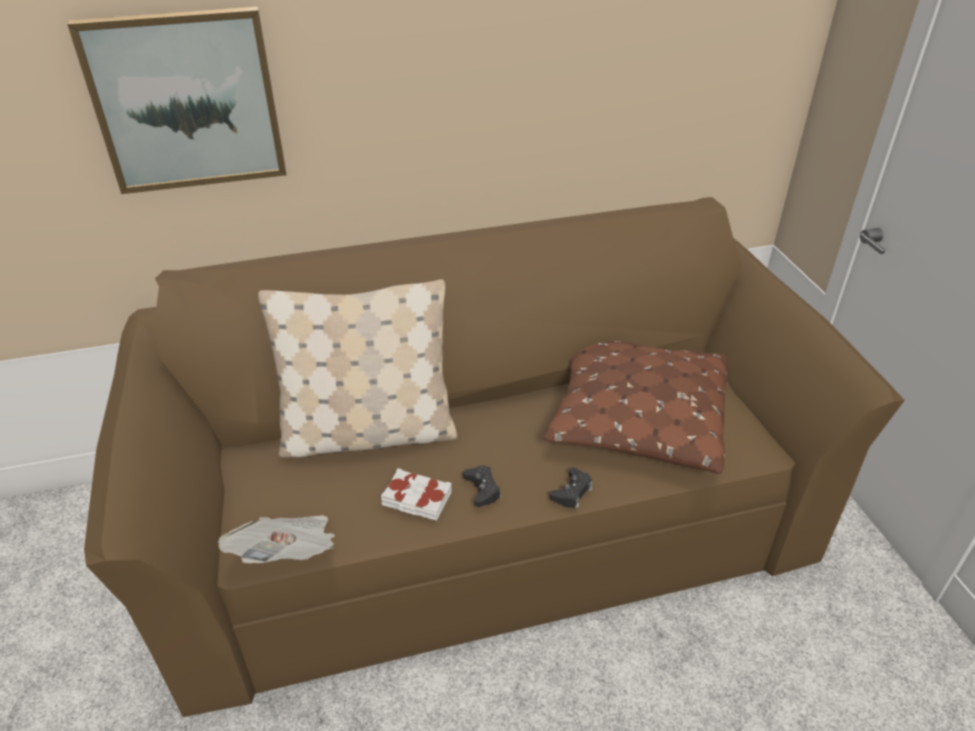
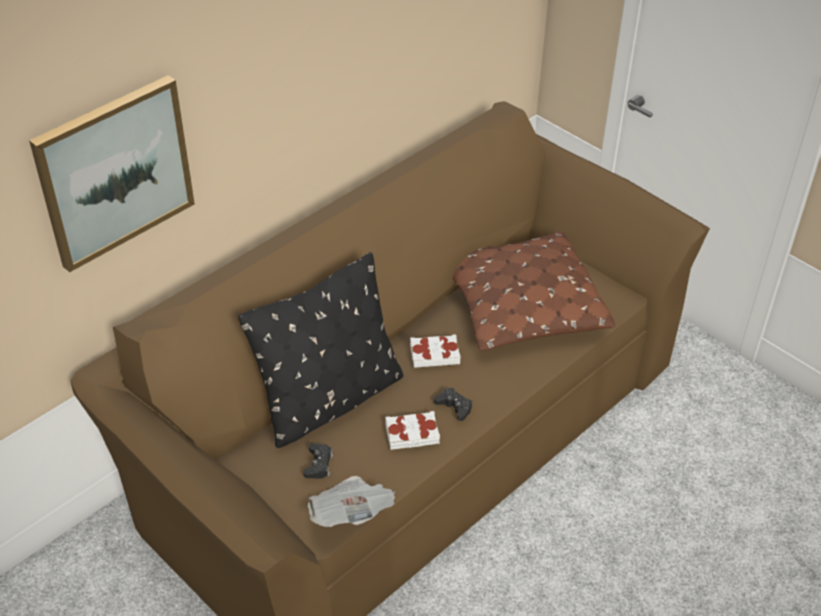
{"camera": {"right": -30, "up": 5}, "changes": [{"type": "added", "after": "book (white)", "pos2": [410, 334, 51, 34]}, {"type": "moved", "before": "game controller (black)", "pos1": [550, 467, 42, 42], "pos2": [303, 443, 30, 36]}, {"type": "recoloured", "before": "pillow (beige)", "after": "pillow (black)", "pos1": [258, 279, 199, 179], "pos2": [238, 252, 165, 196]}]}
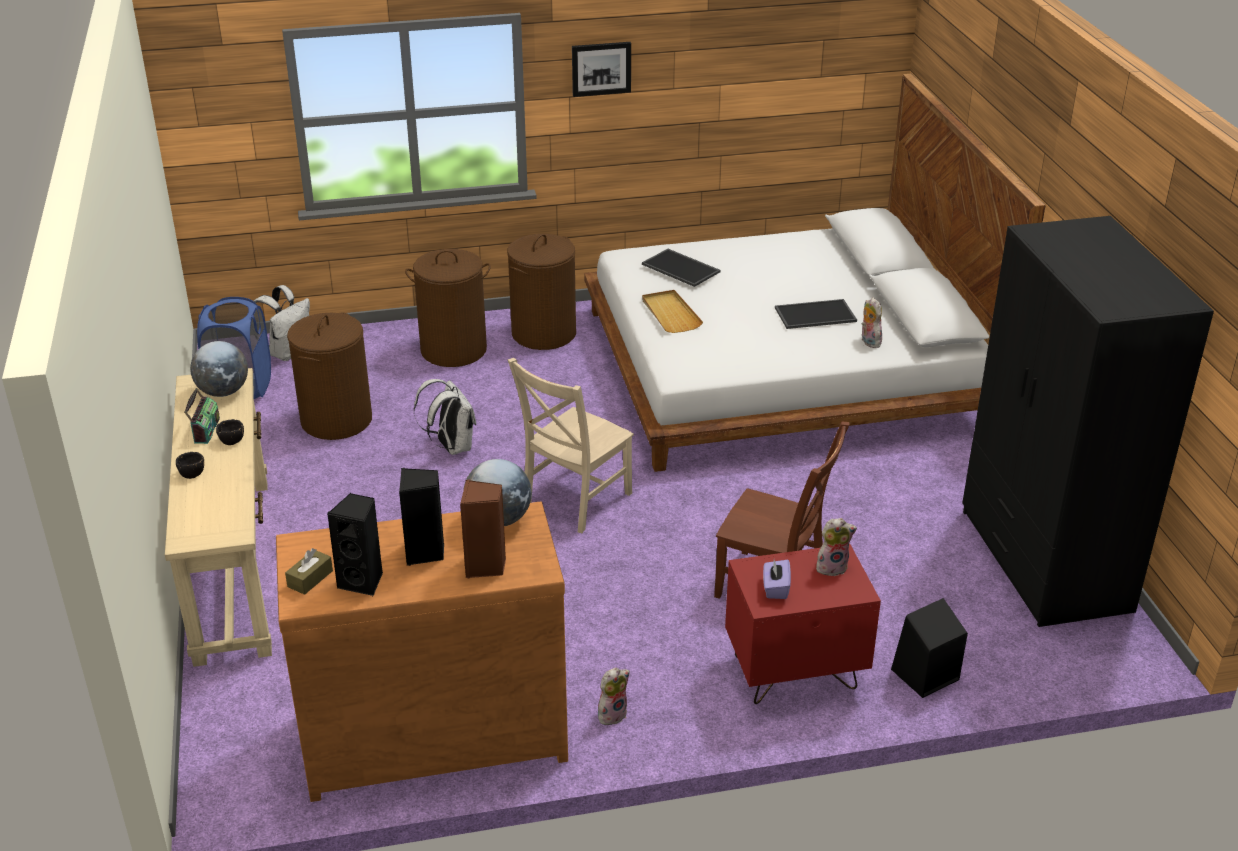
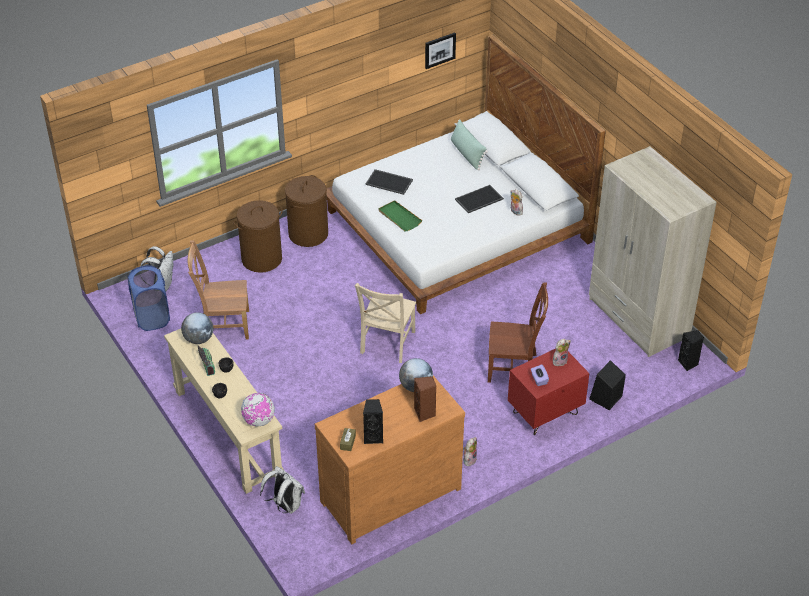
{"camera": {"right": -20, "up": 10}, "changes": [{"type": "added", "after": "globe", "pos2": [241, 393, 34, 34]}, {"type": "added", "after": "pillow (green)", "pos2": [451, 120, 37, 50]}, {"type": "moved", "before": "speaker (black)", "pos1": [399, 468, 45, 98], "pos2": [678, 330, 26, 41]}, {"type": "moved", "before": "backpack (white)", "pos1": [414, 379, 62, 76], "pos2": [260, 466, 45, 48]}, {"type": "moved", "before": "picture", "pos1": [572, 42, 59, 55], "pos2": [425, 32, 31, 37]}, {"type": "replaced", "before": "laundry basket (brown)", "after": "chair (brown)", "pos1": [287, 312, 85, 128], "pos2": [188, 240, 61, 100]}, {"type": "recoloured", "before": "tray (beige)", "after": "tray (green)", "pos1": [642, 290, 61, 43], "pos2": [379, 200, 43, 32]}, {"type": "recoloured", "before": "wardrobe (black)", "after": "wardrobe (beige)", "pos1": [962, 216, 252, 411], "pos2": [589, 146, 128, 211]}]}
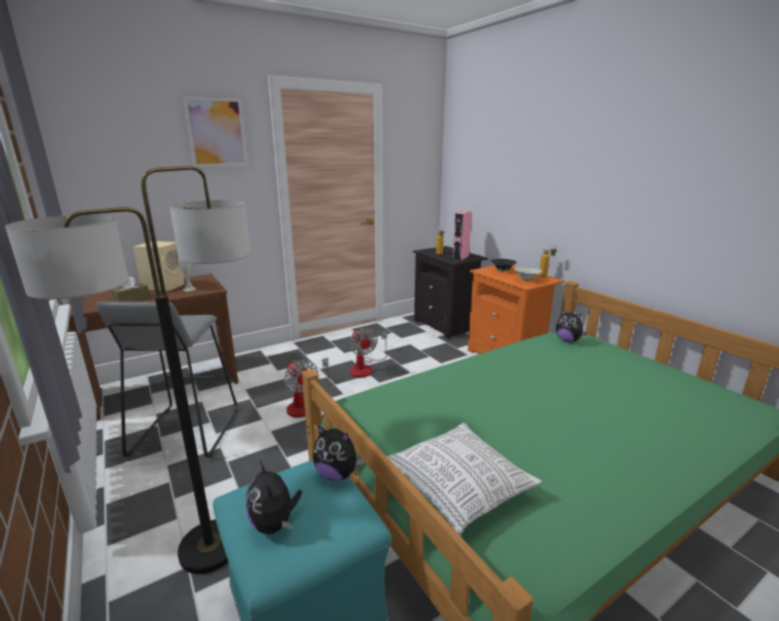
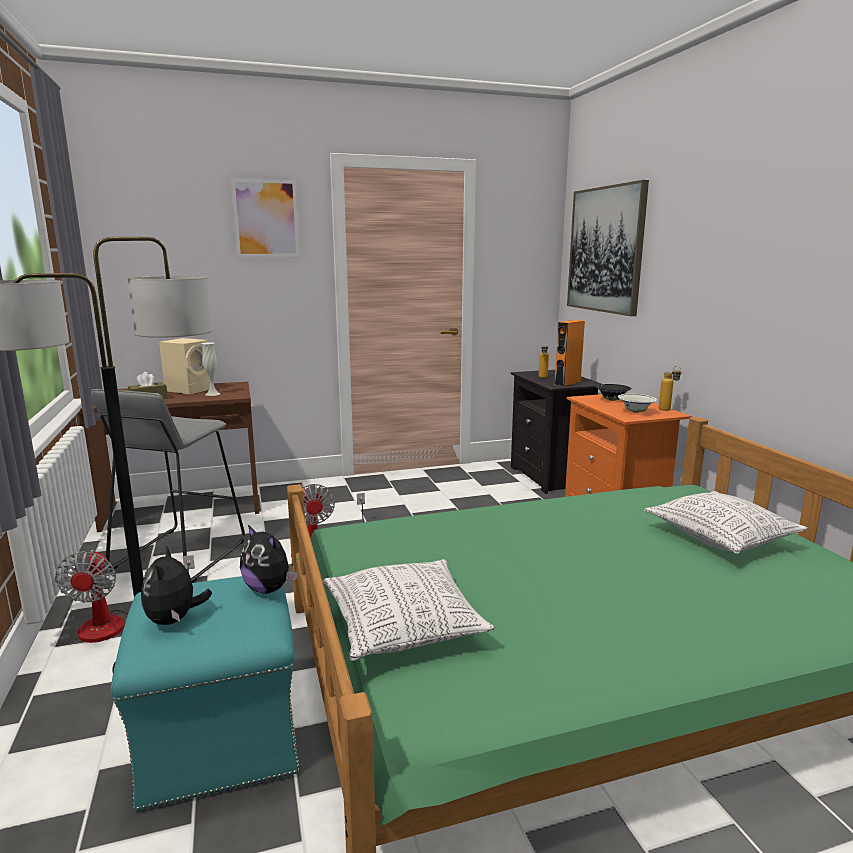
{"camera": {"right": 15, "up": -5}, "changes": [{"type": "removed", "before": "plush toy", "pos1": [556, 309, 31, 33]}, {"type": "added", "after": "picture", "pos2": [567, 180, 82, 136]}, {"type": "added", "after": "pillow", "pos2": [644, 491, 164, 63]}, {"type": "moved", "before": "fan", "pos1": [349, 328, 38, 50], "pos2": [55, 550, 140, 93]}, {"type": "recoloured", "before": "speaker (pink)", "after": "speaker (orange)", "pos1": [453, 211, 19, 50], "pos2": [554, 320, 31, 67]}]}
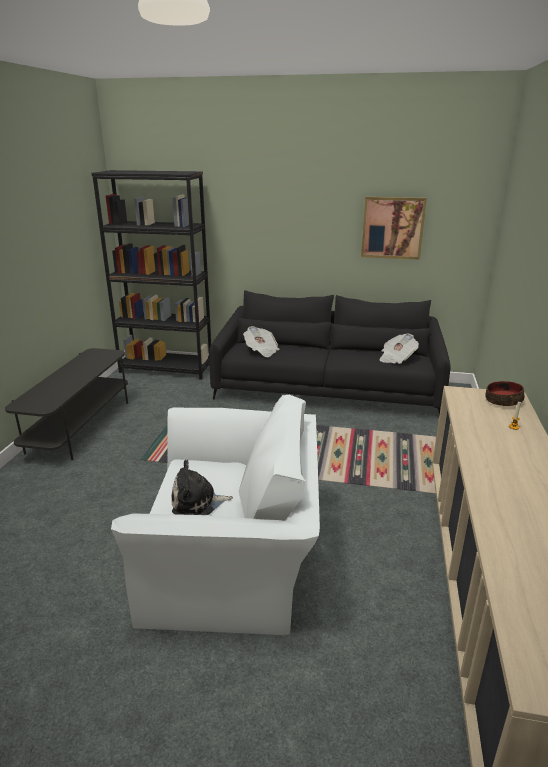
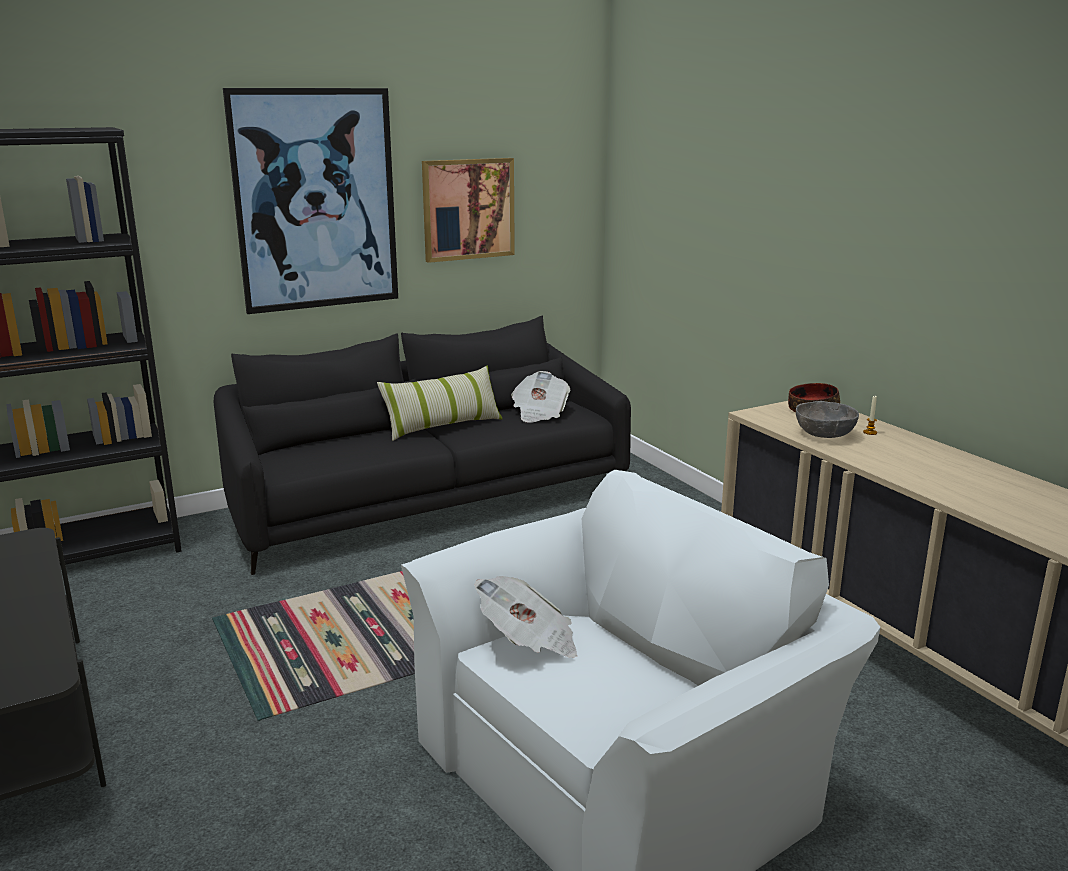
{"camera": {"right": -40, "up": -5}, "changes": [{"type": "removed", "before": "plush toy", "pos1": [171, 460, 62, 55]}, {"type": "added", "after": "picture", "pos2": [223, 88, 175, 226]}, {"type": "added", "after": "pillow", "pos2": [377, 366, 125, 75]}, {"type": "added", "after": "bowl (grey)", "pos2": [796, 401, 63, 37]}, {"type": "moved", "before": "newspaper", "pos1": [243, 326, 36, 31], "pos2": [474, 576, 103, 82]}]}
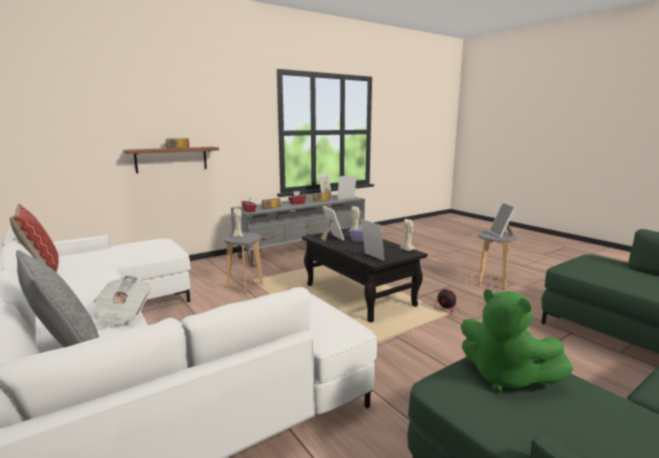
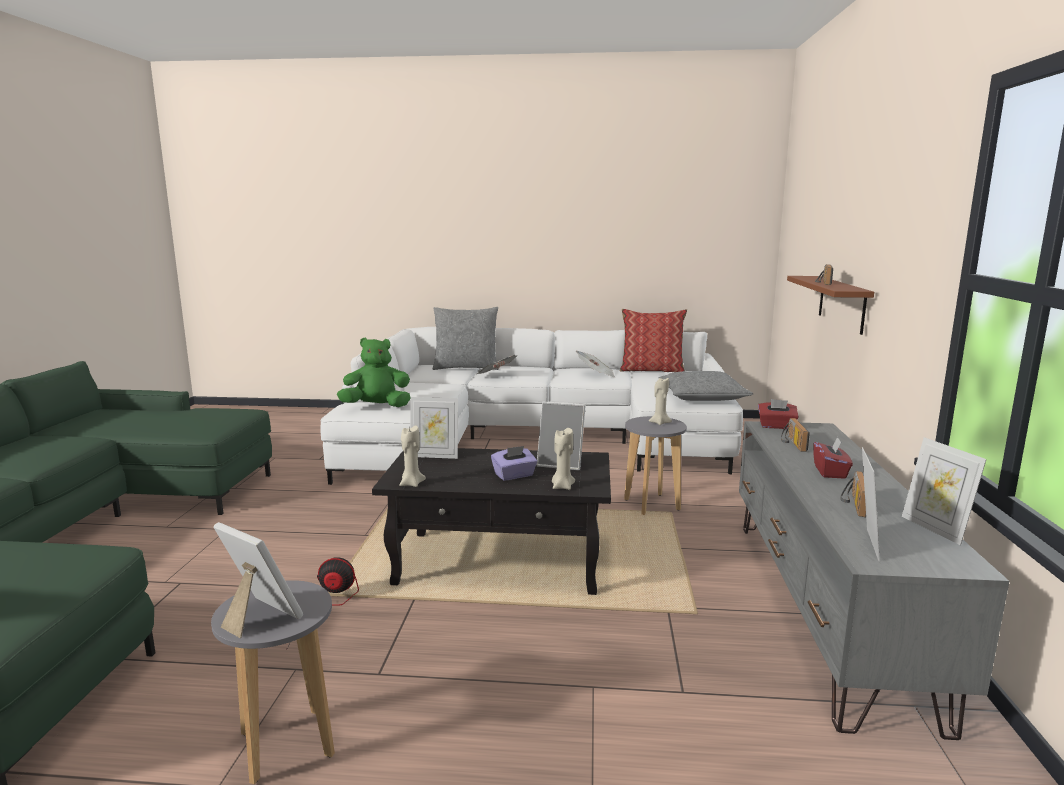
{"camera": {"right": 130, "up": 0}, "changes": [{"type": "added", "after": "newspaper", "pos2": [576, 351, 39, 26]}, {"type": "added", "after": "pillow (grey)", "pos2": [659, 371, 94, 30]}, {"type": "moved", "before": "plush toy (green)", "pos1": [461, 289, 112, 103], "pos2": [337, 338, 74, 69]}]}
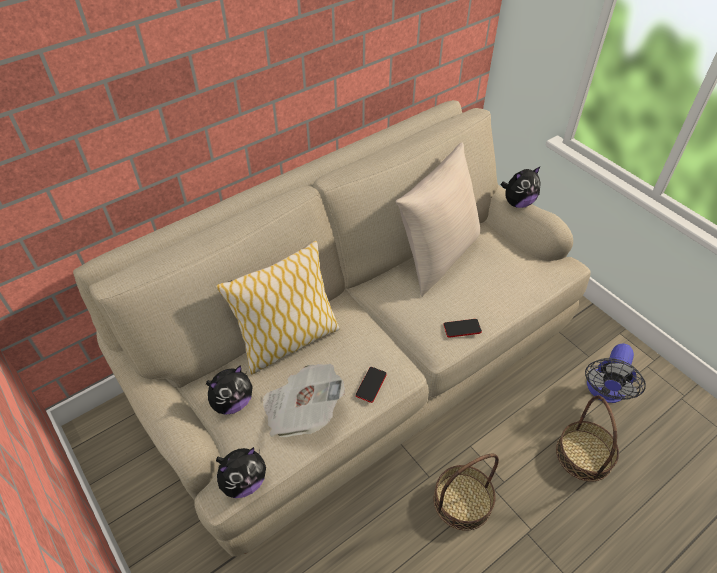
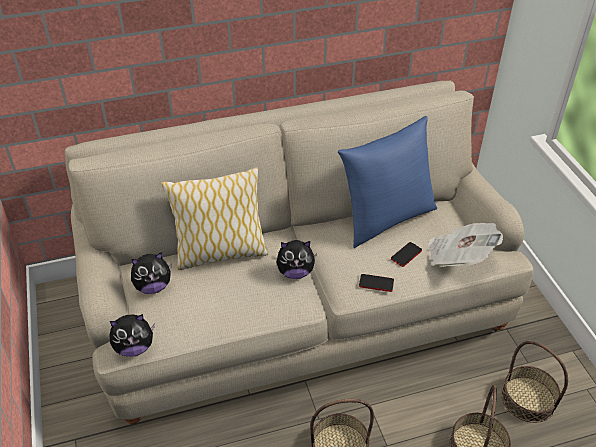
{"camera": {"right": 20, "up": -5}, "changes": [{"type": "moved", "before": "newspaper", "pos1": [262, 364, 83, 73], "pos2": [428, 223, 75, 44]}, {"type": "moved", "before": "phone", "pos1": [356, 367, 31, 36], "pos2": [391, 242, 31, 25]}, {"type": "moved", "before": "plush toy", "pos1": [501, 167, 40, 41], "pos2": [276, 240, 41, 39]}, {"type": "replaced", "before": "fan", "after": "basket", "pos1": [585, 343, 61, 60], "pos2": [501, 341, 67, 82]}, {"type": "recoloured", "before": "pillow (beige)", "after": "pillow (blue)", "pos1": [396, 142, 84, 155], "pos2": [338, 116, 99, 132]}]}
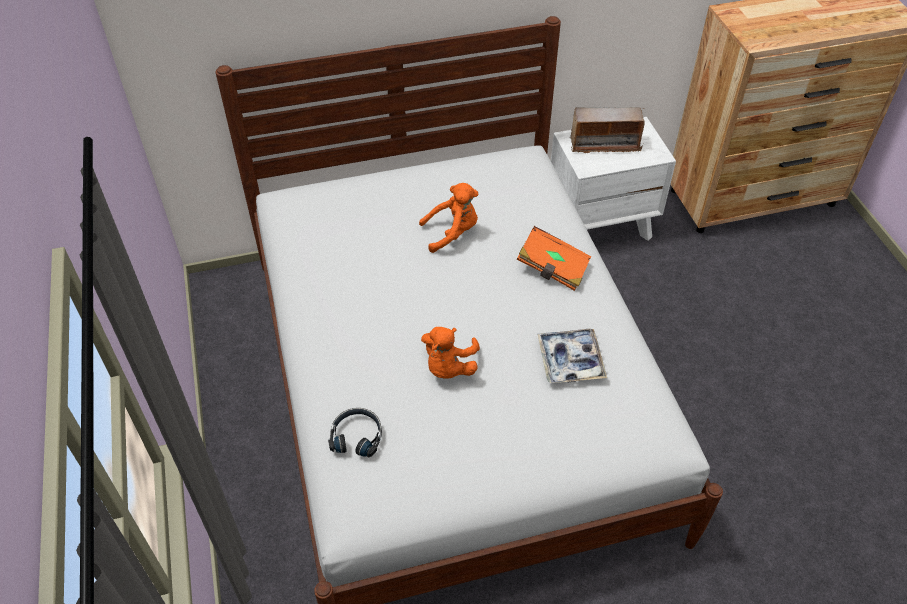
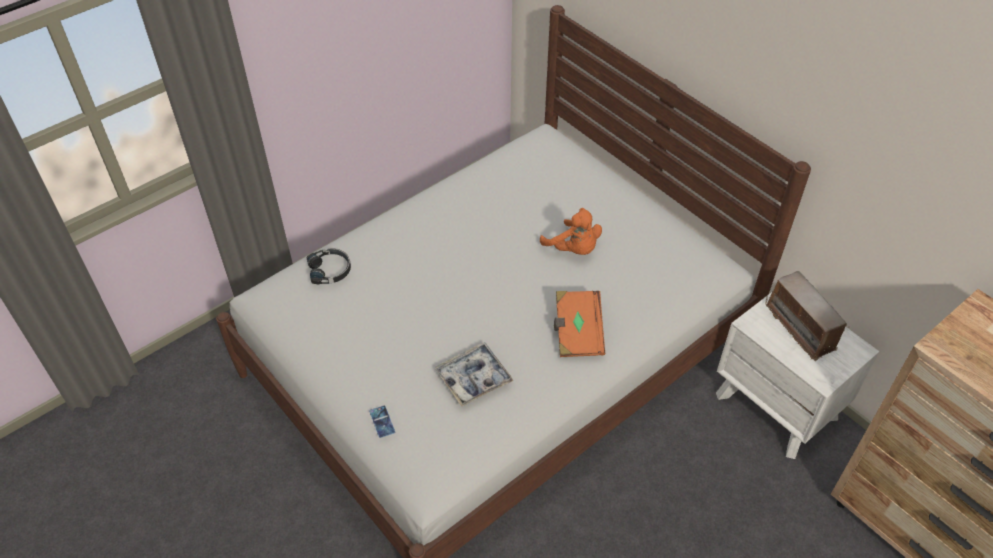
{"camera": {"right": 65, "up": 0}, "changes": [{"type": "removed", "before": "plush toy (orange)", "pos1": [421, 327, 59, 52]}, {"type": "added", "after": "phone", "pos2": [369, 405, 26, 33]}]}
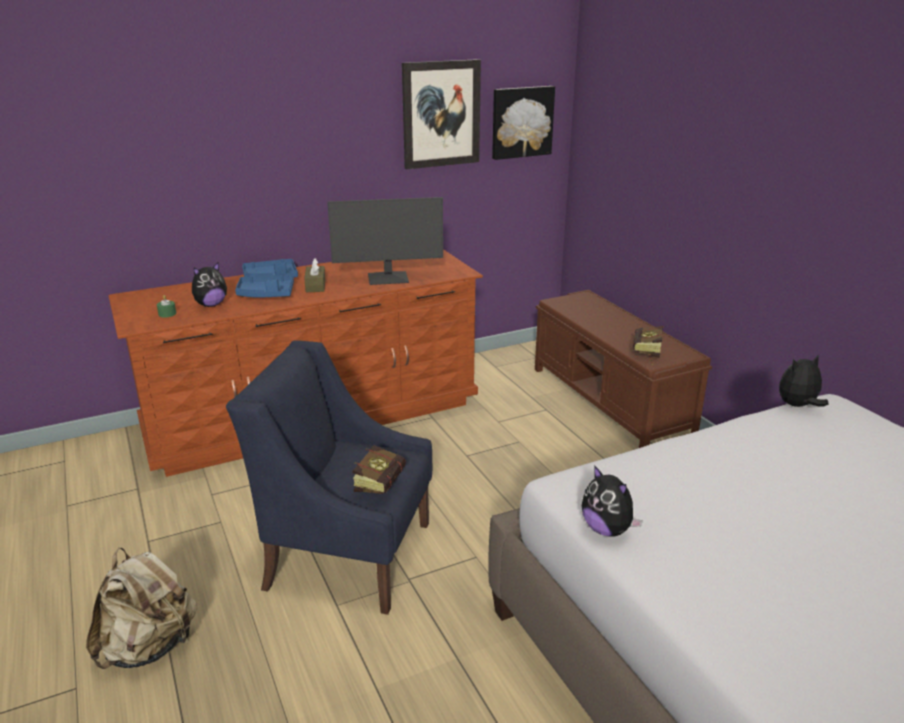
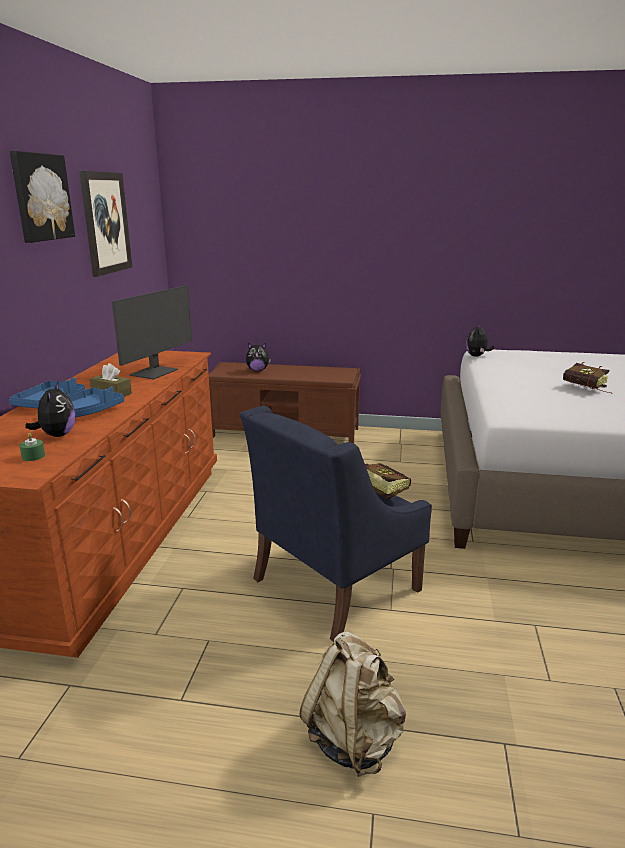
{"camera": {"right": -55, "up": -5}, "changes": [{"type": "moved", "before": "picture", "pos1": [492, 86, 63, 74], "pos2": [10, 151, 65, 92]}, {"type": "moved", "before": "plush toy", "pos1": [582, 465, 61, 72], "pos2": [246, 343, 25, 28]}, {"type": "moved", "before": "book", "pos1": [633, 326, 31, 39], "pos2": [563, 362, 49, 32]}]}
